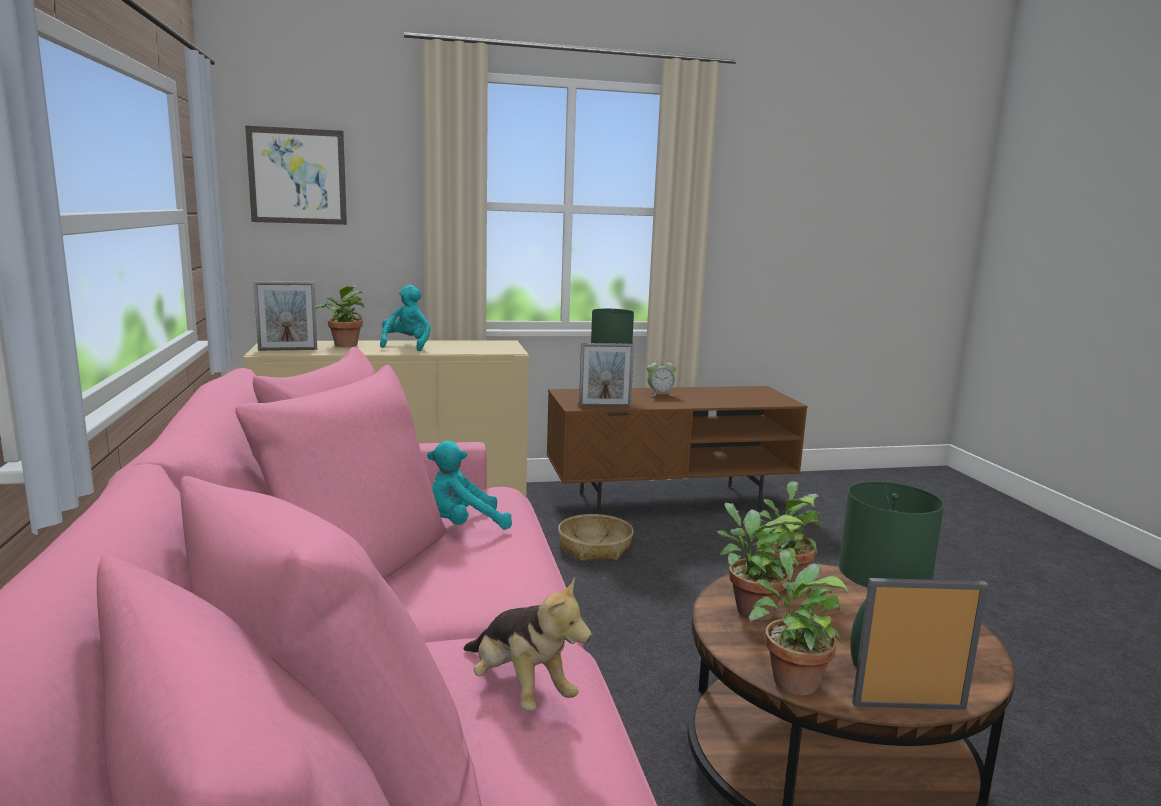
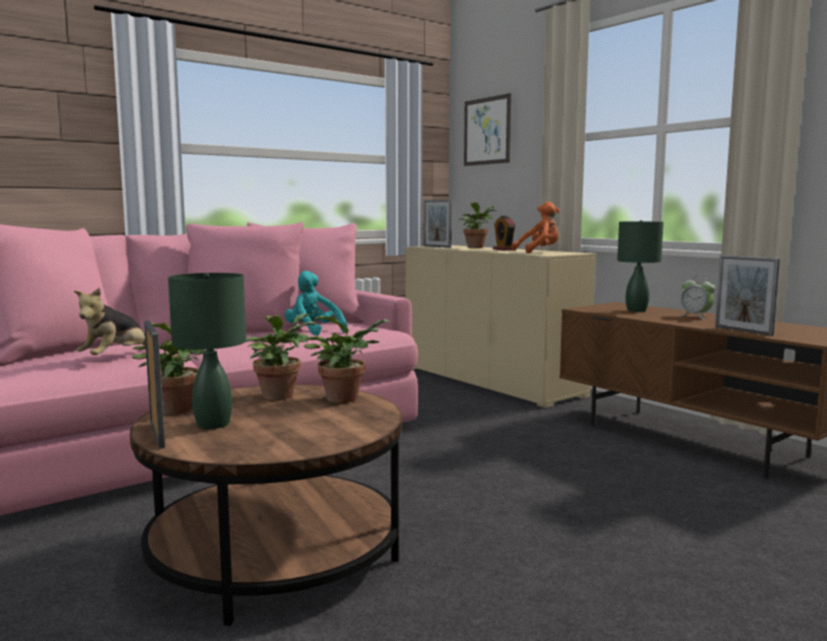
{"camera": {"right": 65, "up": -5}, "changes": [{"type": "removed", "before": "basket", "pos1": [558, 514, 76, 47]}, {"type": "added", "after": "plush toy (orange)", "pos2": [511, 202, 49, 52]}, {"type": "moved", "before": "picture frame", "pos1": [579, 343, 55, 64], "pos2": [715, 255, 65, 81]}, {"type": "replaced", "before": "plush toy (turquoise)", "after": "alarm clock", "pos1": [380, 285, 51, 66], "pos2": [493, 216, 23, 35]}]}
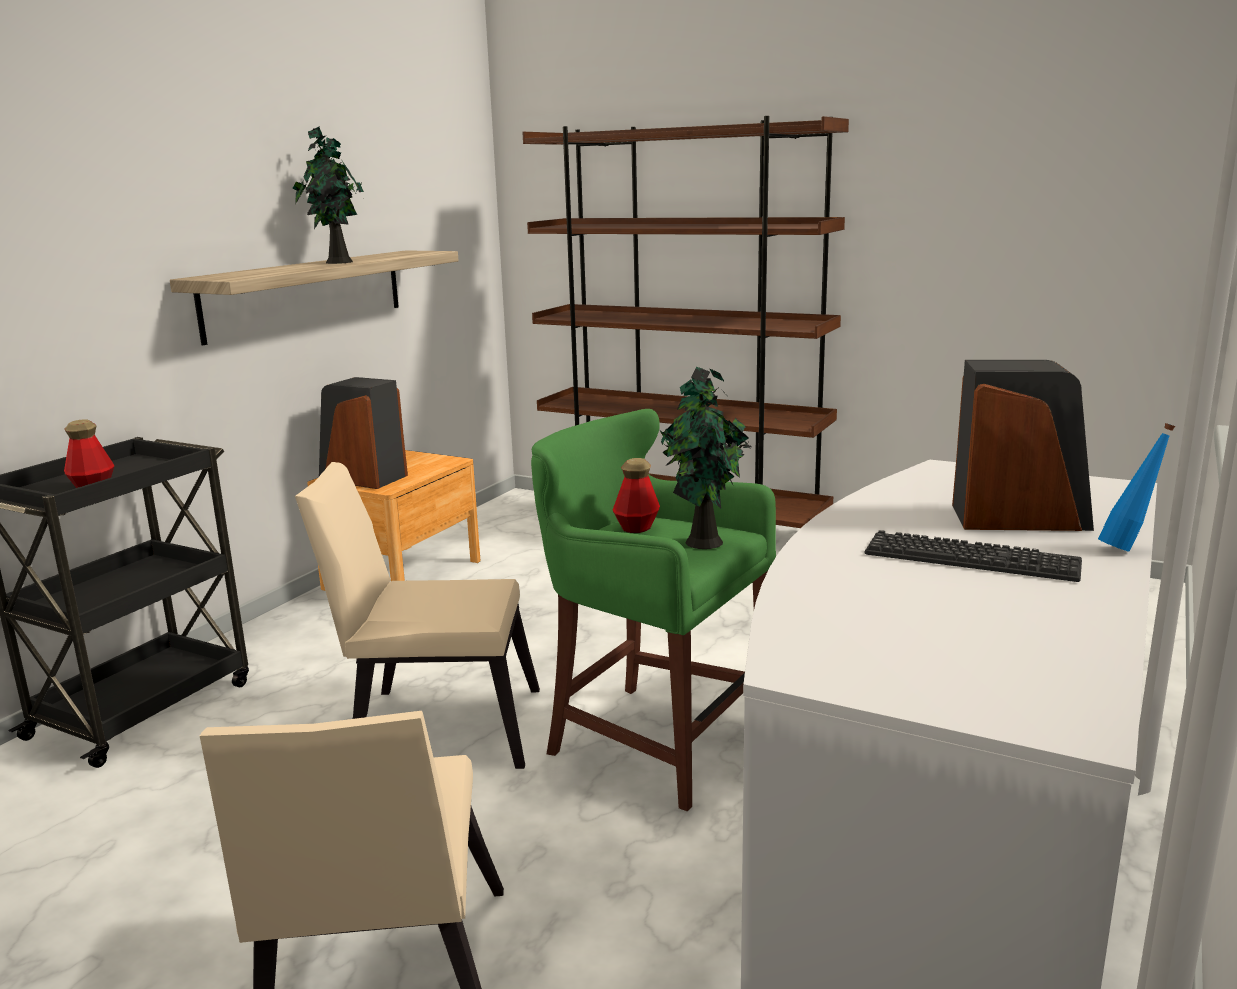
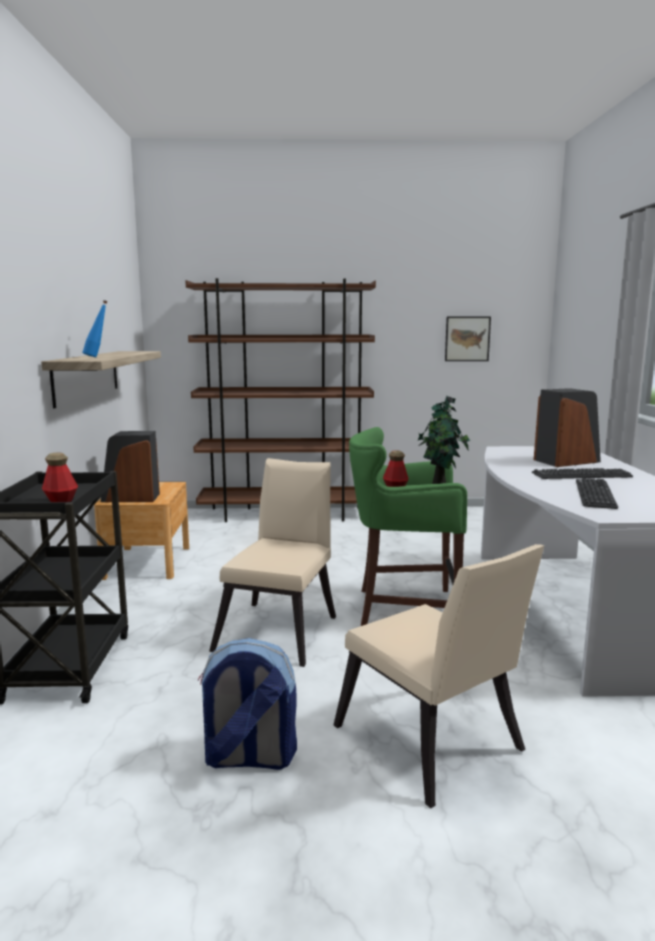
{"camera": {"right": -30, "up": -5}, "changes": [{"type": "removed", "before": "potted plant", "pos1": [292, 126, 72, 138]}, {"type": "added", "after": "backpack", "pos2": [198, 638, 99, 132]}, {"type": "added", "after": "picture", "pos2": [445, 317, 46, 44]}, {"type": "added", "after": "keyboard", "pos2": [576, 478, 42, 31]}, {"type": "moved", "before": "bottle (blue)", "pos1": [1098, 423, 78, 129], "pos2": [82, 300, 25, 57]}, {"type": "turned", "before": "chair (beige)", "pos1": [295, 462, 245, 307], "pos2": [209, 458, 127, 209], "turn": 135}]}
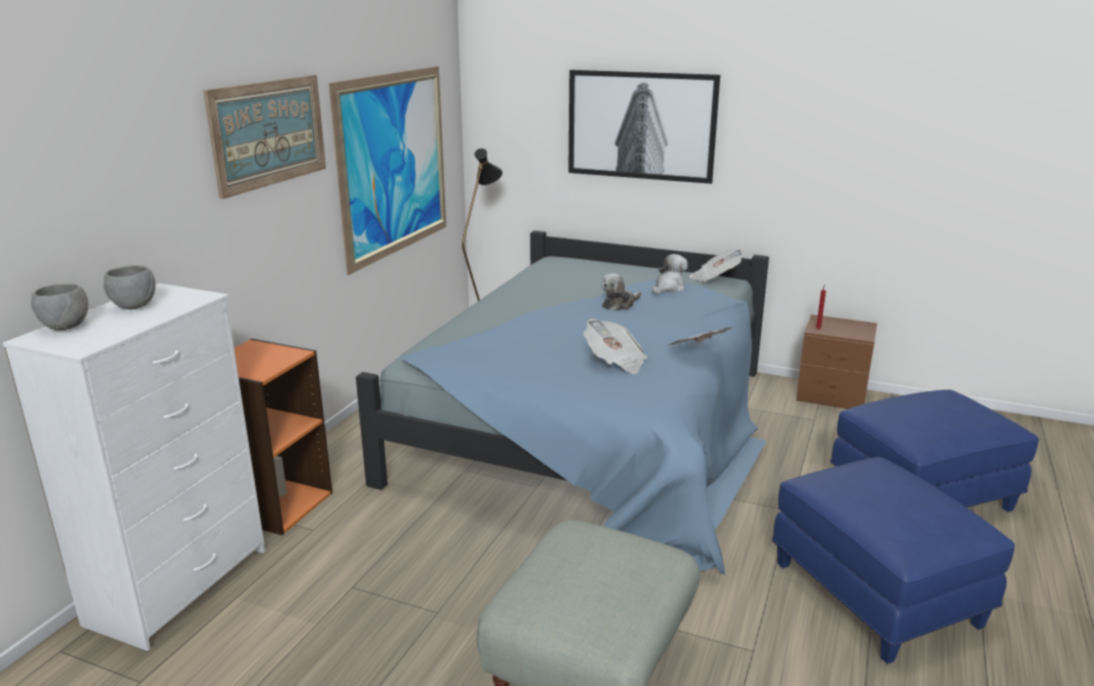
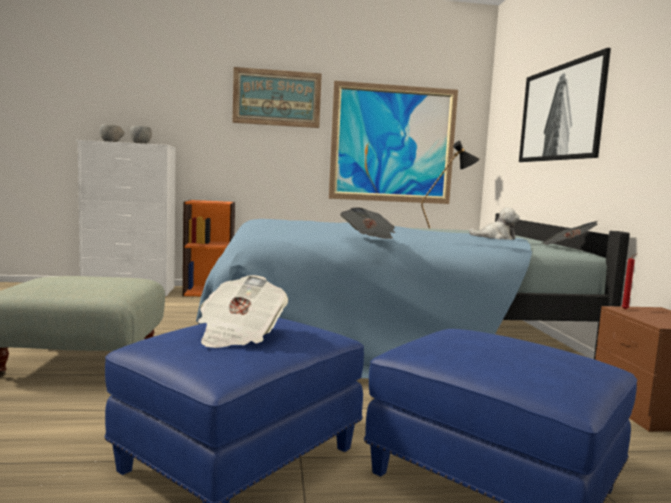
{"camera": {"right": 60, "up": -15}, "changes": [{"type": "removed", "before": "plush toy", "pos1": [601, 273, 40, 38]}, {"type": "moved", "before": "newspaper", "pos1": [583, 319, 64, 55], "pos2": [198, 275, 90, 73]}]}
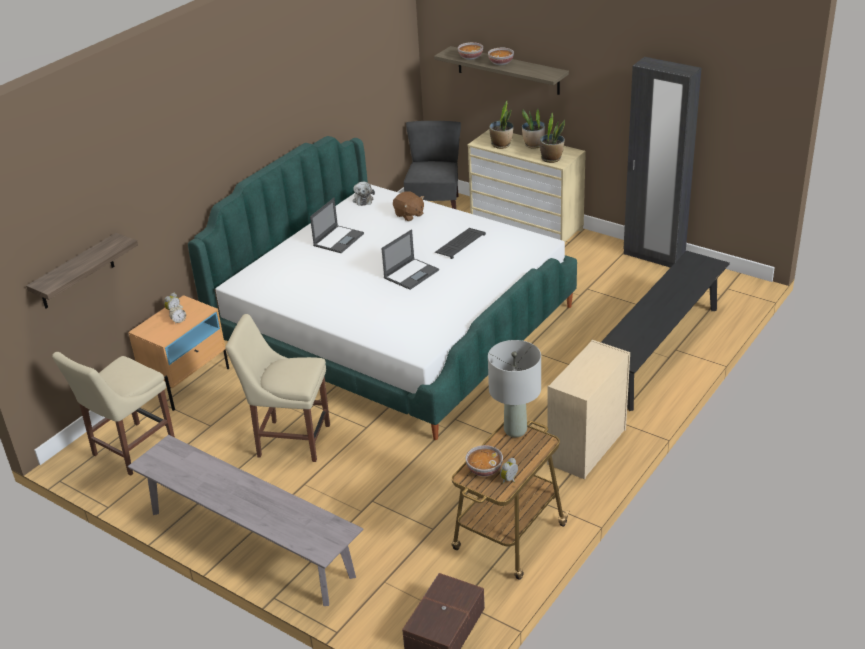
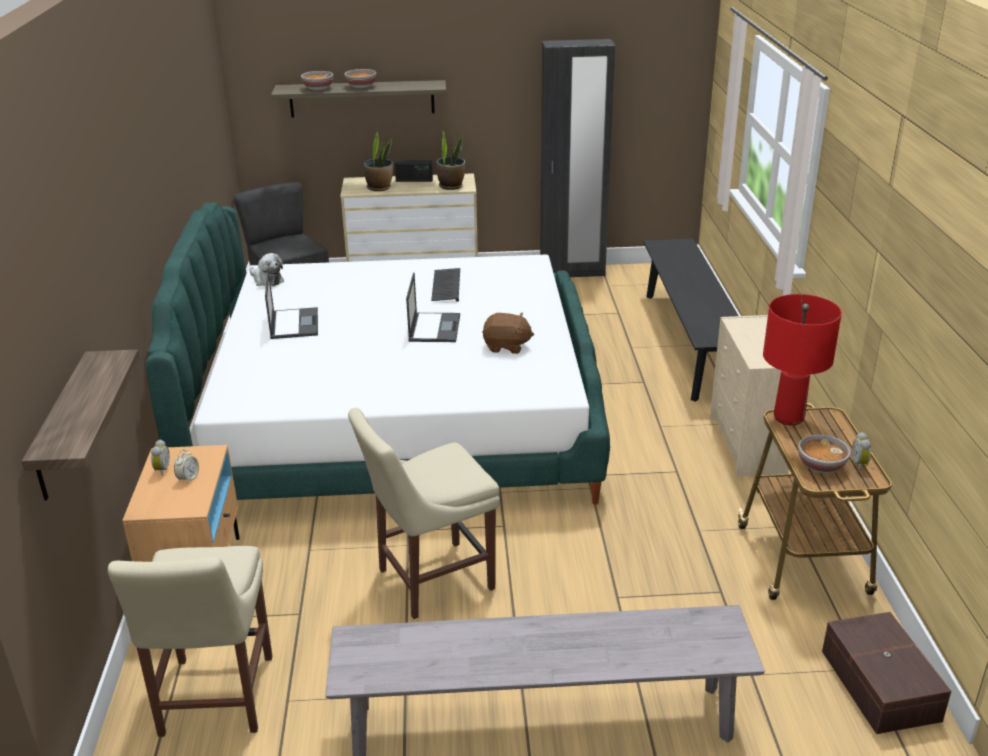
{"camera": {"right": -40, "up": -5}, "changes": [{"type": "moved", "before": "plush toy (brown)", "pos1": [393, 191, 31, 30], "pos2": [482, 312, 52, 42]}, {"type": "replaced", "before": "potted plant", "after": "radio", "pos1": [522, 109, 24, 40], "pos2": [395, 160, 38, 22]}, {"type": "recoloured", "before": "table lamp (grey)", "after": "table lamp (red)", "pos1": [488, 340, 53, 97], "pos2": [763, 294, 79, 132]}]}
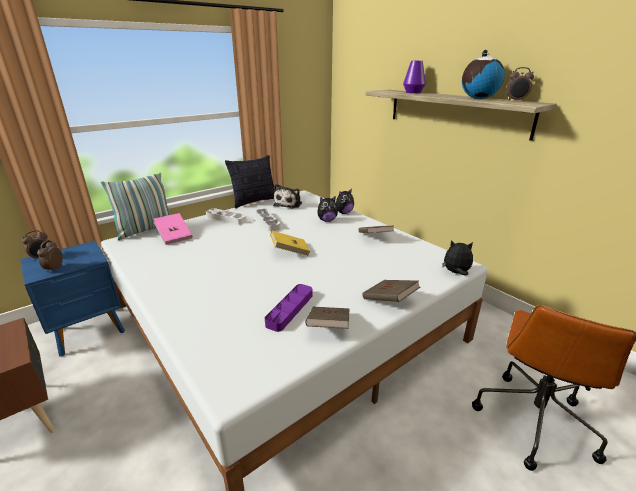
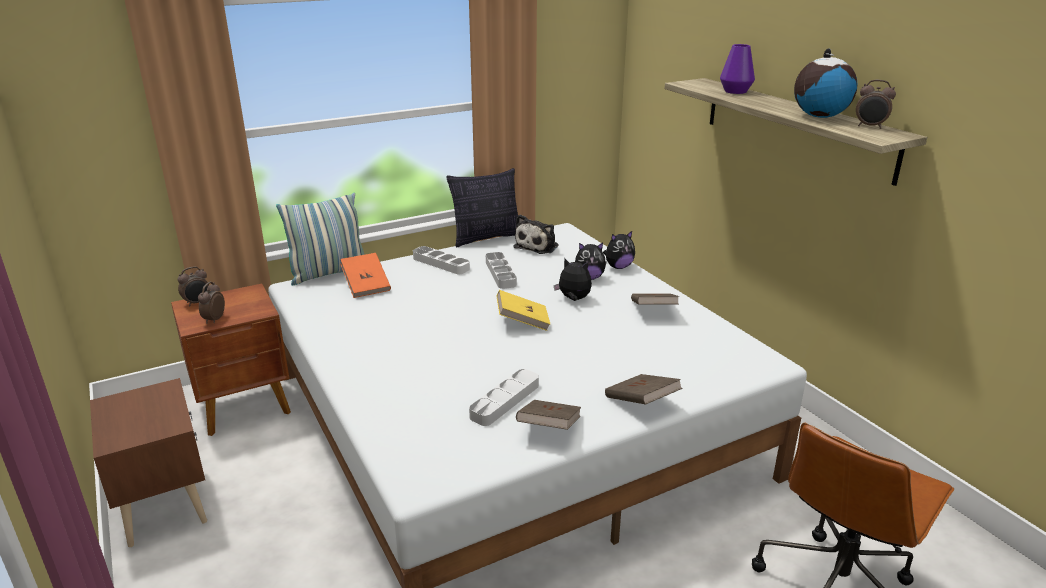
{"camera": {"right": 10, "up": 0}, "changes": [{"type": "moved", "before": "plush toy", "pos1": [442, 240, 31, 35], "pos2": [554, 258, 38, 43]}, {"type": "recoloured", "before": "nightstand (blue)", "after": "nightstand (brown)", "pos1": [20, 241, 105, 116], "pos2": [171, 284, 120, 152]}, {"type": "recoloured", "before": "book (pink)", "after": "book (orange)", "pos1": [154, 213, 39, 32], "pos2": [340, 253, 51, 45]}, {"type": "recoloured", "before": "tray (purple)", "after": "tray (grey)", "pos1": [265, 284, 47, 48], "pos2": [469, 369, 70, 57]}]}
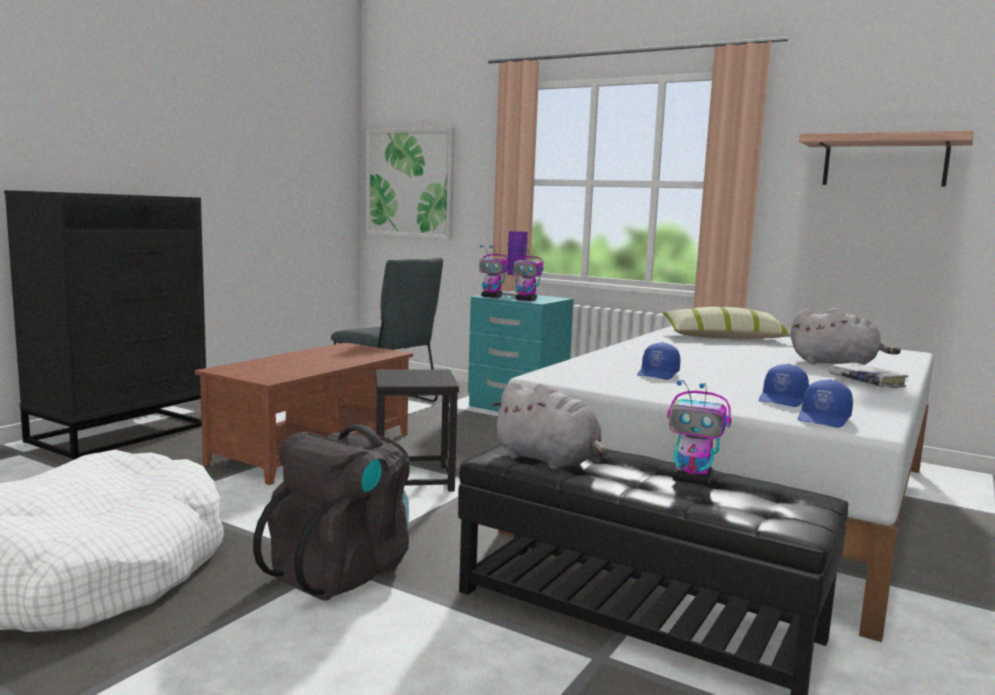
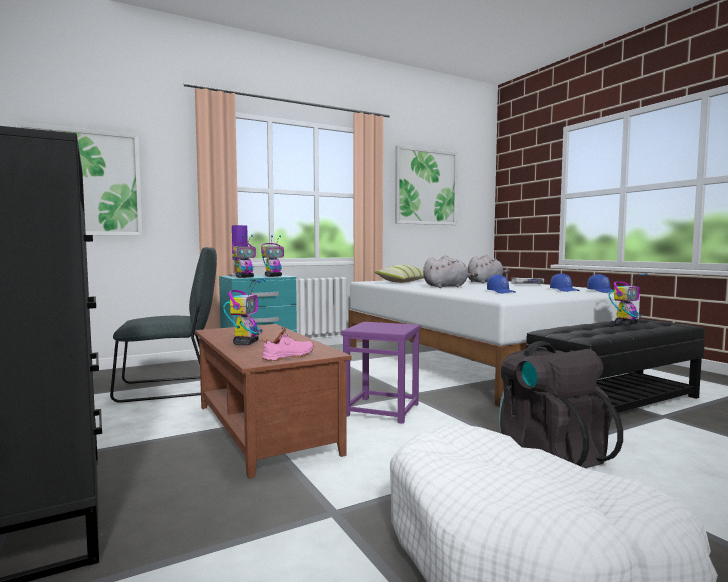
{"camera": {"right": -60, "up": -5}, "changes": [{"type": "added", "after": "toy robot", "pos2": [223, 279, 43, 66]}, {"type": "added", "after": "shoe (pink)", "pos2": [262, 326, 52, 35]}, {"type": "moved", "before": "plush toy (grey)", "pos1": [491, 381, 115, 89], "pos2": [423, 255, 55, 33]}, {"type": "replaced", "before": "shelf", "after": "picture", "pos1": [799, 131, 175, 56], "pos2": [395, 145, 63, 80]}, {"type": "recoloured", "before": "stool (black)", "after": "stool (purple)", "pos1": [375, 369, 84, 123], "pos2": [341, 322, 80, 102]}]}
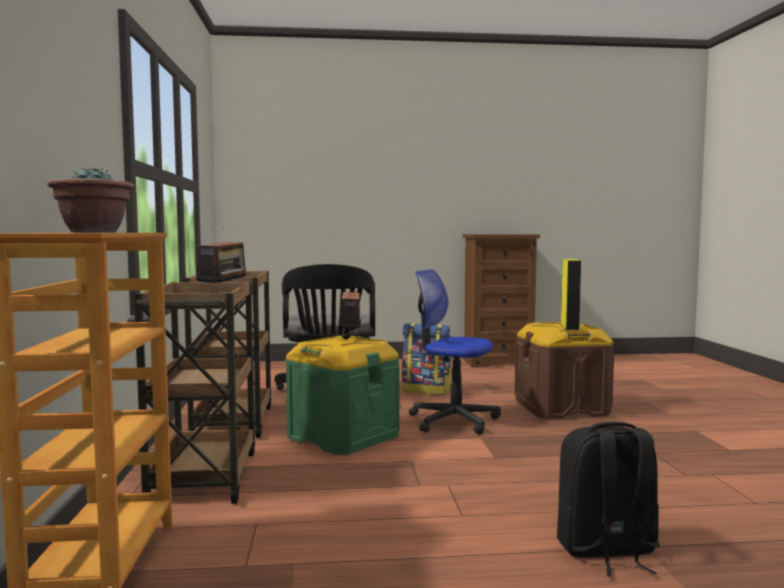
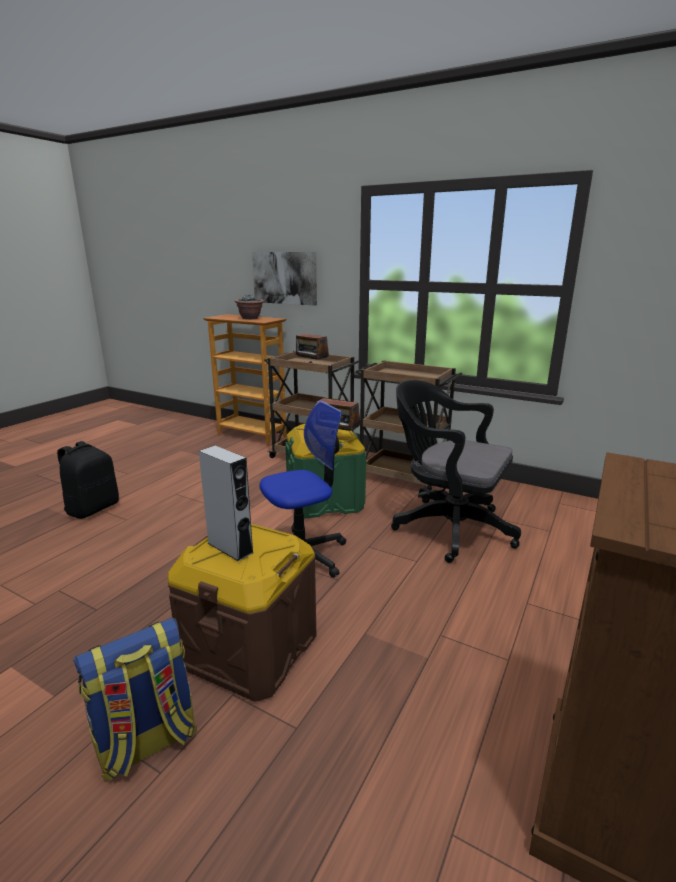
{"camera": {"right": 125, "up": 15}, "changes": [{"type": "added", "after": "picture", "pos2": [252, 252, 65, 54]}, {"type": "moved", "before": "backpack", "pos1": [401, 323, 51, 72], "pos2": [73, 618, 124, 163]}, {"type": "recoloured", "before": "speaker (yellow)", "after": "speaker (grey)", "pos1": [561, 259, 20, 71], "pos2": [199, 446, 55, 116]}]}
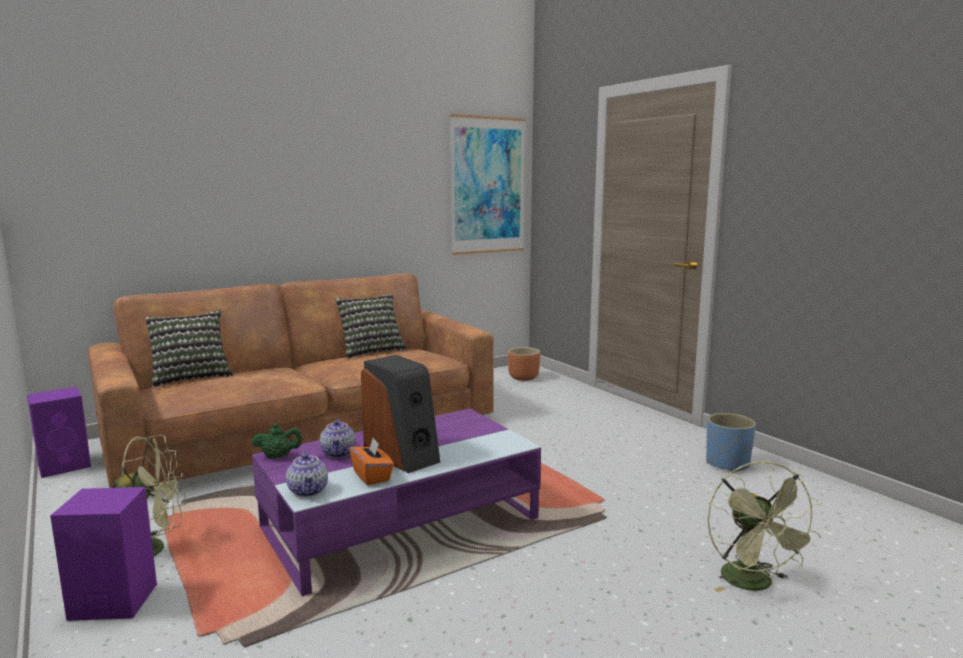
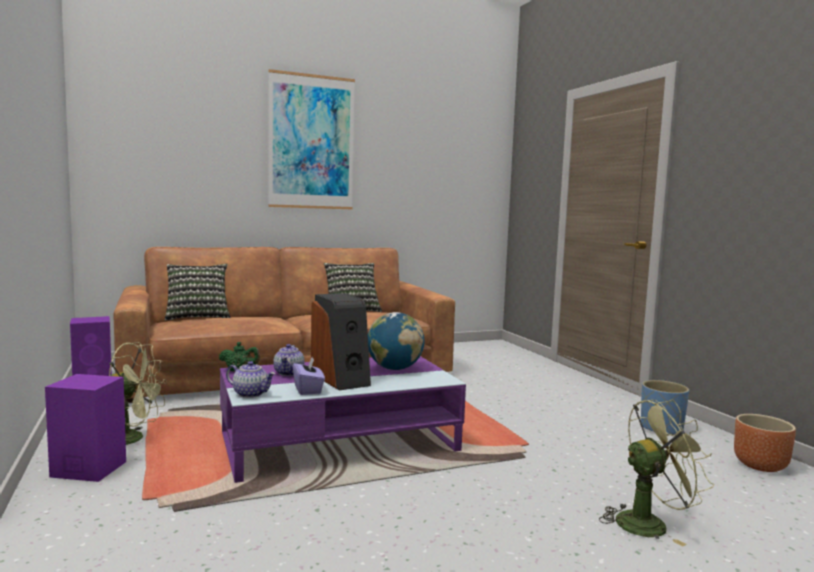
{"camera": {"right": 10, "up": -5}, "changes": [{"type": "added", "after": "globe", "pos2": [368, 312, 56, 58]}, {"type": "moved", "before": "picture", "pos1": [449, 114, 77, 141], "pos2": [268, 69, 87, 140]}, {"type": "moved", "before": "planter (brown)", "pos1": [508, 347, 32, 34], "pos2": [734, 414, 62, 58]}, {"type": "recoloured", "before": "tissue box (orange)", "after": "tissue box (purple)", "pos1": [350, 438, 44, 47], "pos2": [293, 357, 32, 38]}, {"type": "turned", "before": "teapot", "pos1": [286, 451, 42, 46], "pos2": [226, 361, 49, 37], "turn": -60}, {"type": "turned", "before": "fan (green)", "pos1": [707, 461, 115, 131], "pos2": [599, 400, 115, 146], "turn": -105}]}
